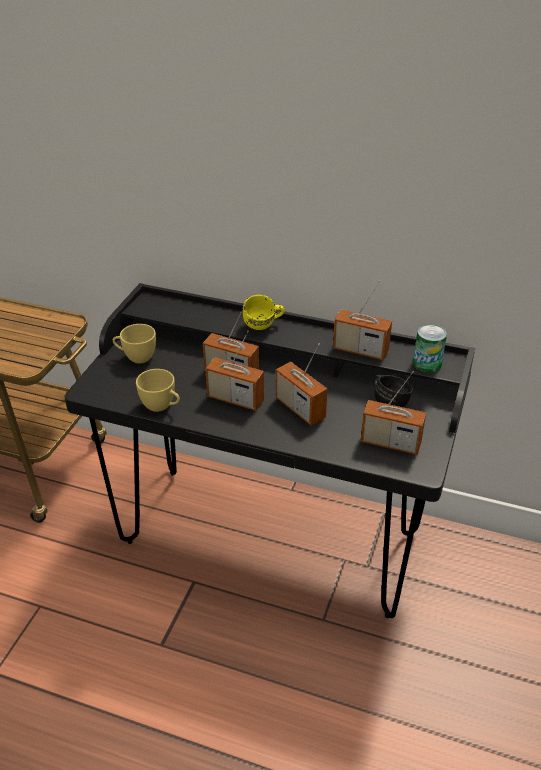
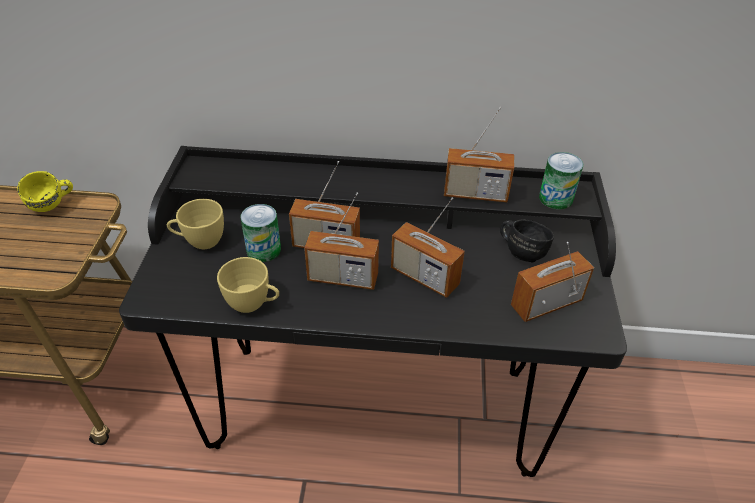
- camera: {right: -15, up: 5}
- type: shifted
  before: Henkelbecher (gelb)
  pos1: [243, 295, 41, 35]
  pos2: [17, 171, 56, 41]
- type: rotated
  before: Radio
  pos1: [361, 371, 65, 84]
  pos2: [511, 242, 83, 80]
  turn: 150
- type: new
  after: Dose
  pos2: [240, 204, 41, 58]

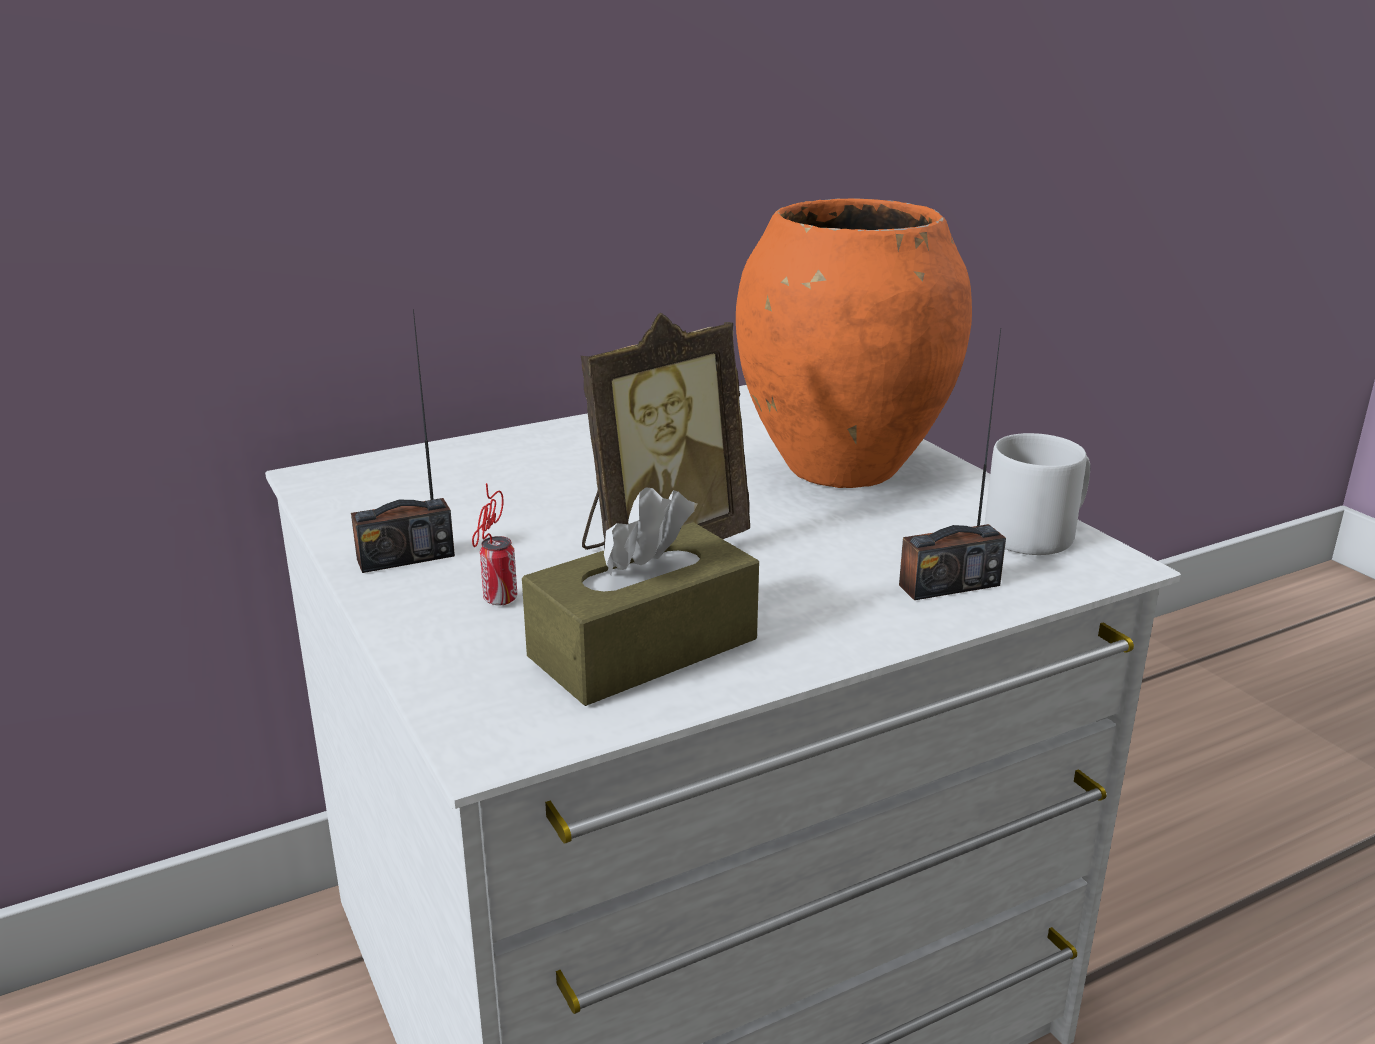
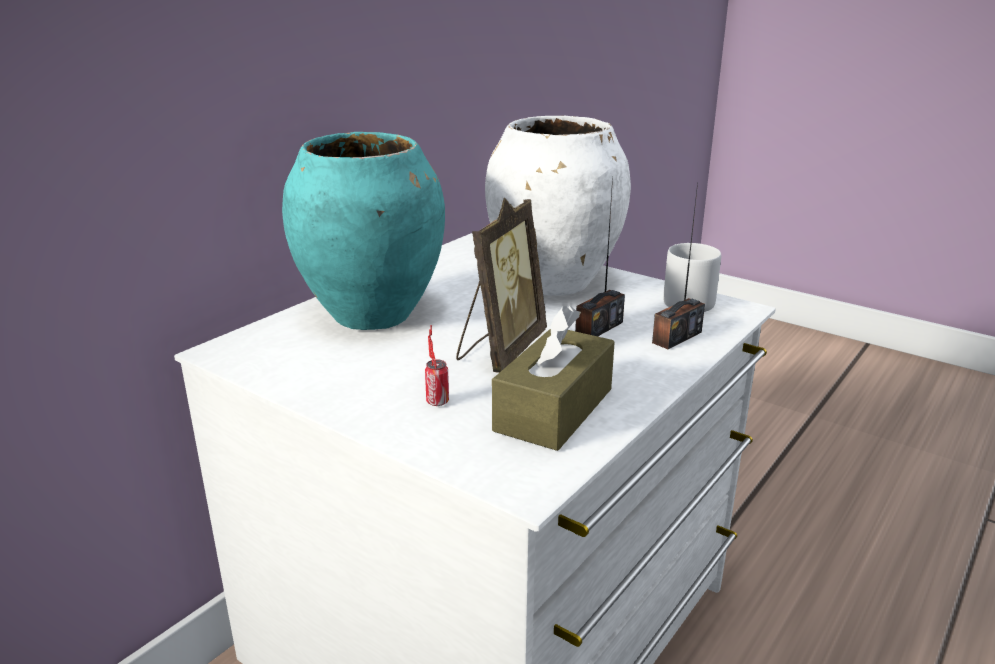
- camera: {right: -25, up: 0}
- type: shifted
  before: Radio
  pos1: [351, 309, 104, 264]
  pos2: [575, 176, 50, 160]
- type: repainted
  before: Vase (orange)
  after: Vase (weiß)
  pos1: [736, 198, 236, 290]
  pos2: [485, 116, 146, 180]
- type: new
  after: Vase (türkis)
  pos2: [282, 132, 163, 198]

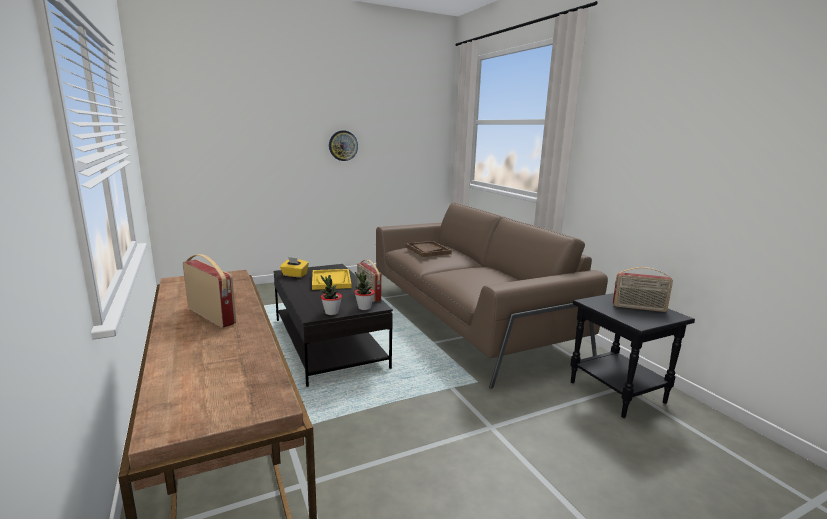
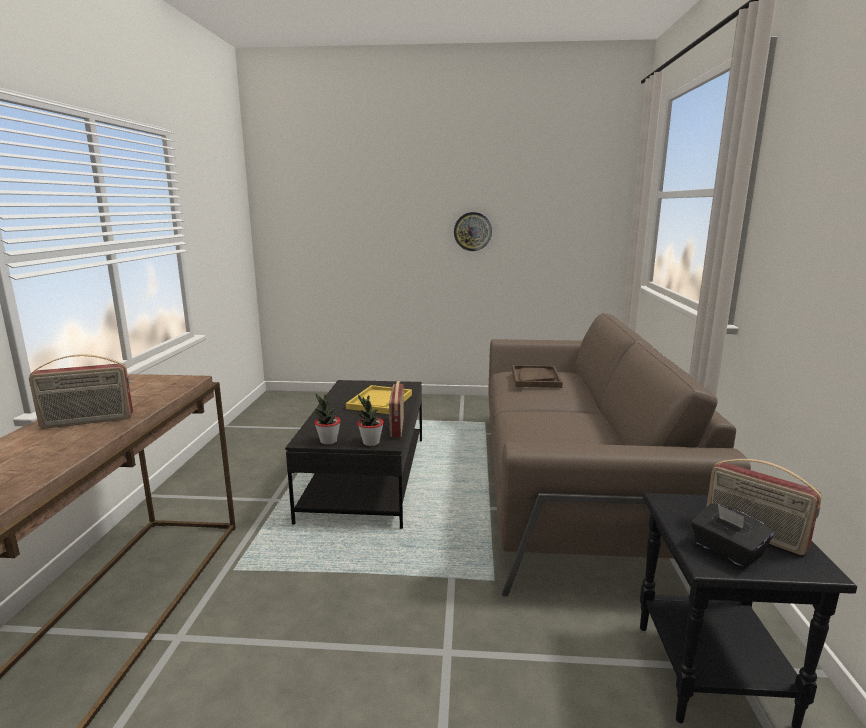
- camera: {right: 30, up: 0}
- type: rotated
  before: Radio
  pos1: [183, 254, 53, 74]
  pos2: [29, 354, 104, 75]
  turn: 90
- type: gone
  before: Taschentuchbox (gelb)
  pos1: [280, 257, 29, 21]
- type: new
  after: Taschentuchbox (schwarz)
  pos2: [691, 503, 83, 65]

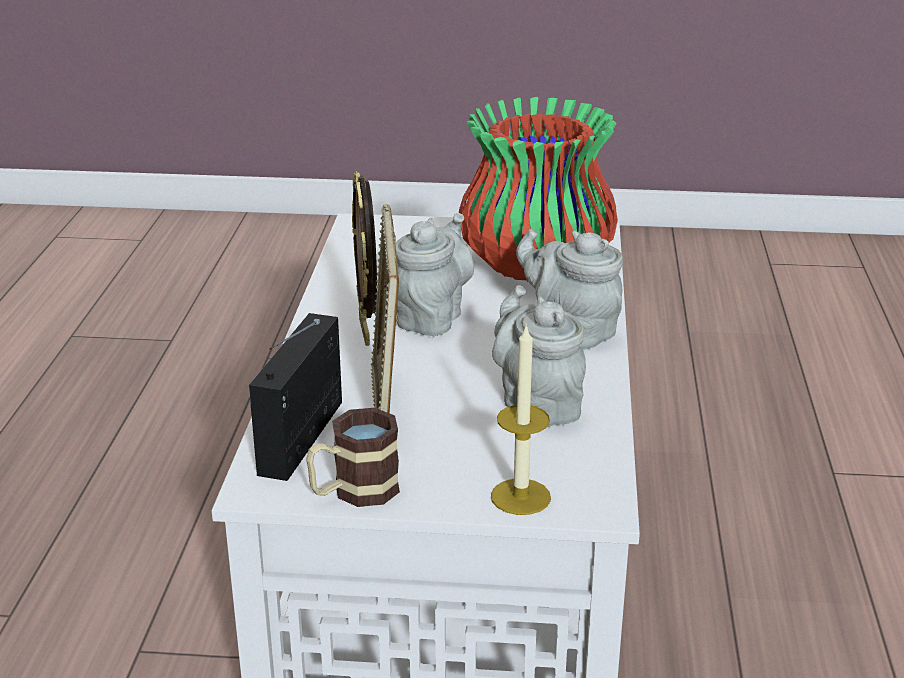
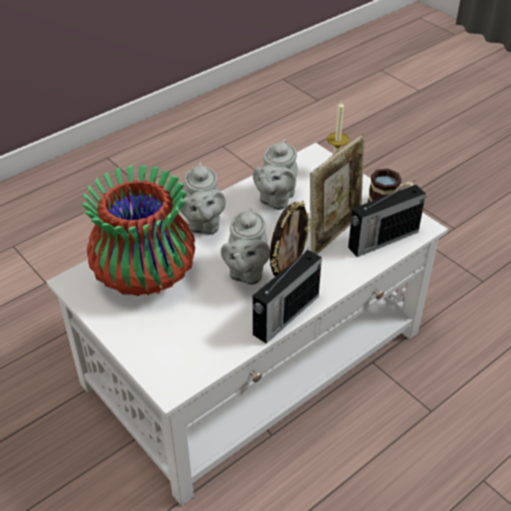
- camera: {right: -135, up: 15}
- type: rotated
  before: Teekanne (grau)
  pos1: [396, 213, 78, 123]
  pos2: [221, 207, 49, 78]
  turn: -60
- type: new
  after: Radio
  pos2: [253, 248, 69, 96]

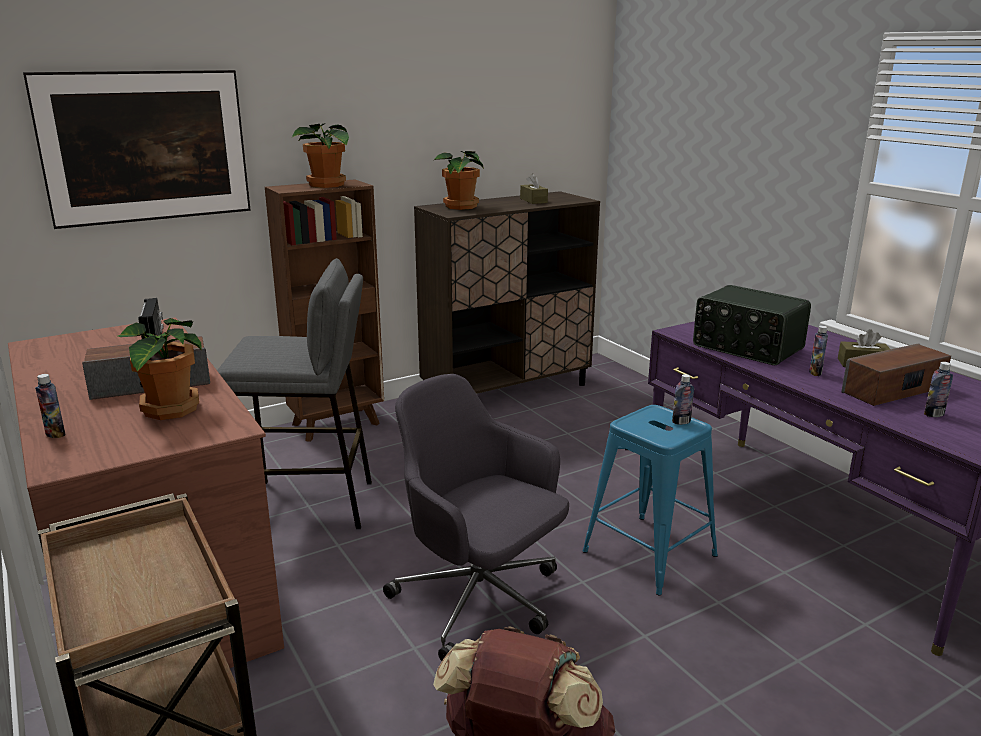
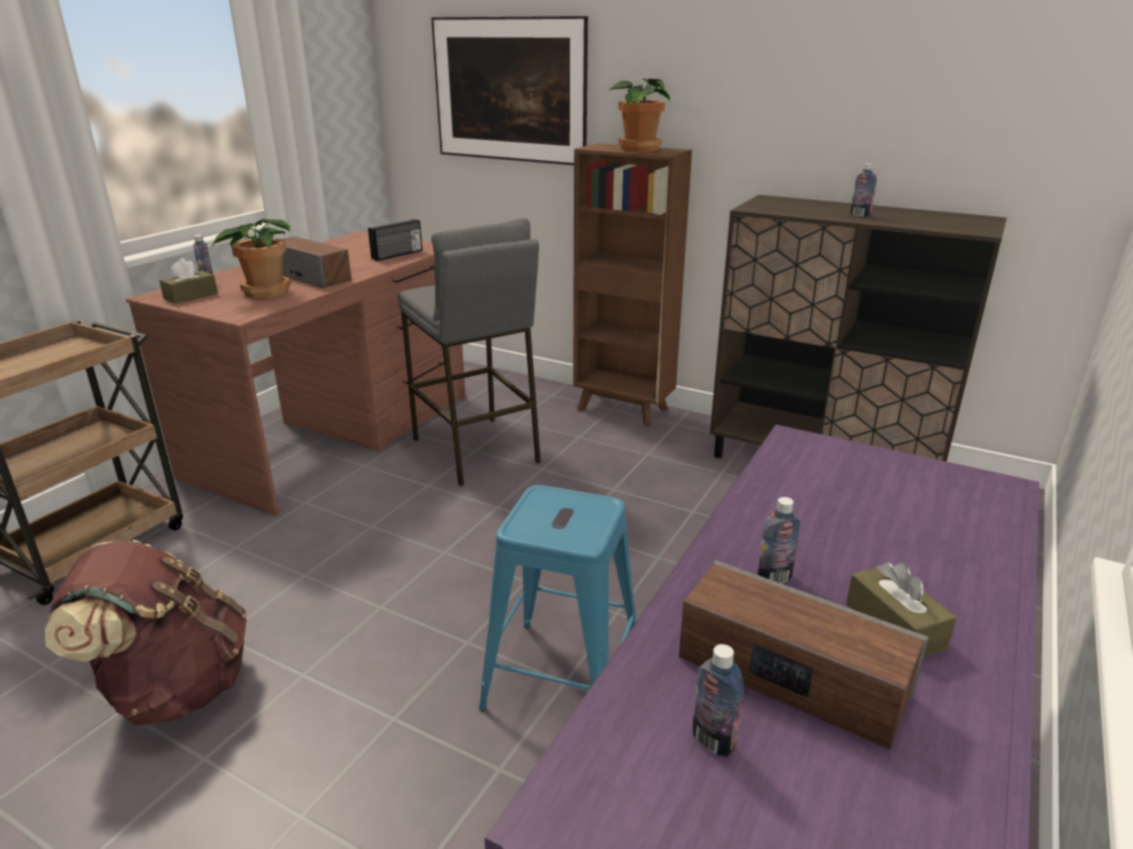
- camera: {right: 60, up: 5}
- type: gone
  before: Bürostuhl (grau)
  pos1: [383, 374, 186, 287]
- type: gone
  before: Topfpflanze
  pos1: [433, 151, 51, 59]
- type: shifted
  before: Taschentuchbox (braun)
  pos1: [520, 173, 28, 31]
  pos2: [159, 258, 59, 46]
- type: shifted
  before: Flasche
  pos1: [672, 374, 22, 51]
  pos2: [850, 163, 27, 54]
- type: gone
  before: Radio
  pos1: [693, 285, 118, 80]

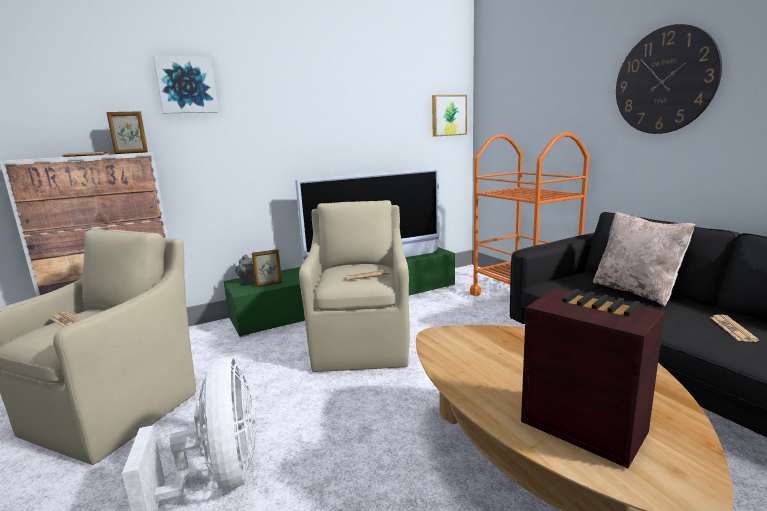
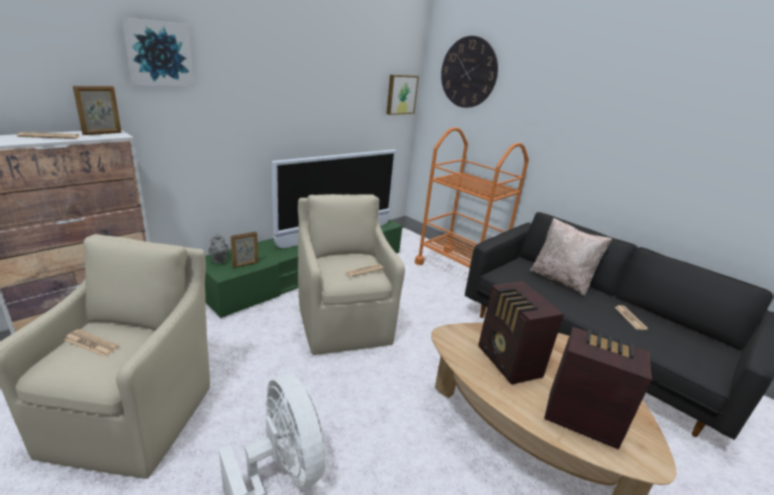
- camera: {right: -20, up: 10}
- type: shifted
  before: Wanduhr
  pos1: [616, 24, 106, 110]
  pos2: [441, 36, 57, 72]
- type: new
  after: Radio
  pos2: [478, 281, 86, 104]

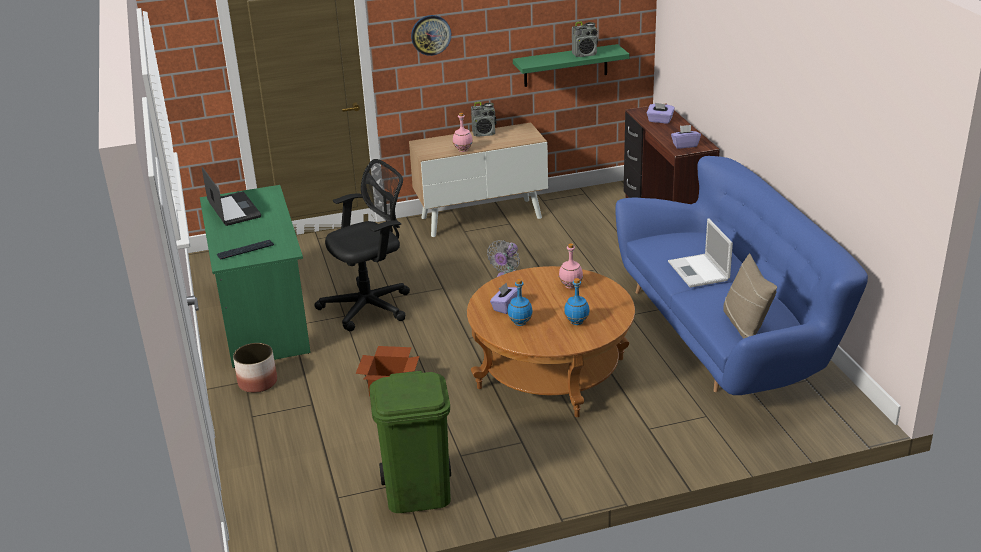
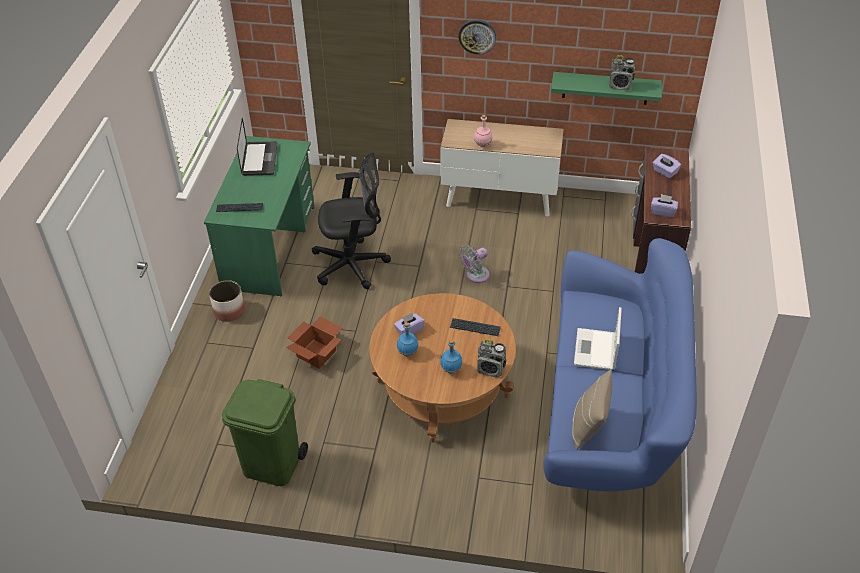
- camera: {right: 25, up: 15}
- type: shifted
  before: Radio
  pos1: [471, 102, 25, 35]
  pos2: [477, 339, 29, 39]
- type: swapped
  before: Flasche (rosa)
  after: Tastatur
  pos1: [559, 243, 24, 46]
  pos2: [450, 318, 51, 18]

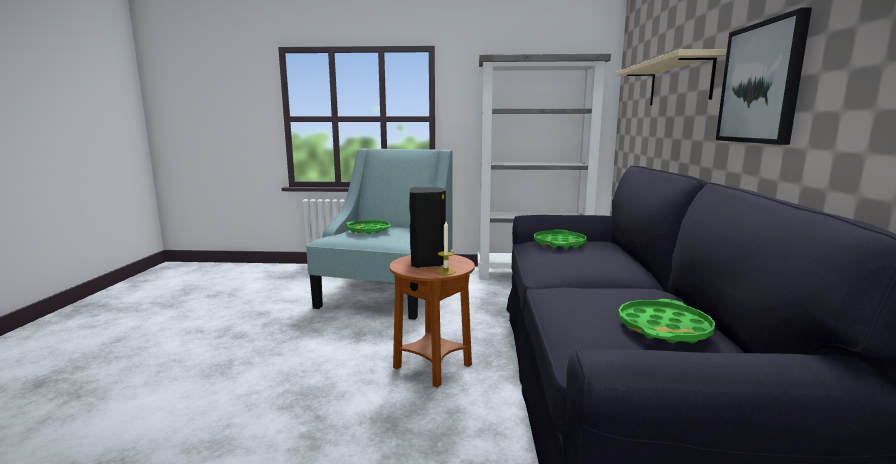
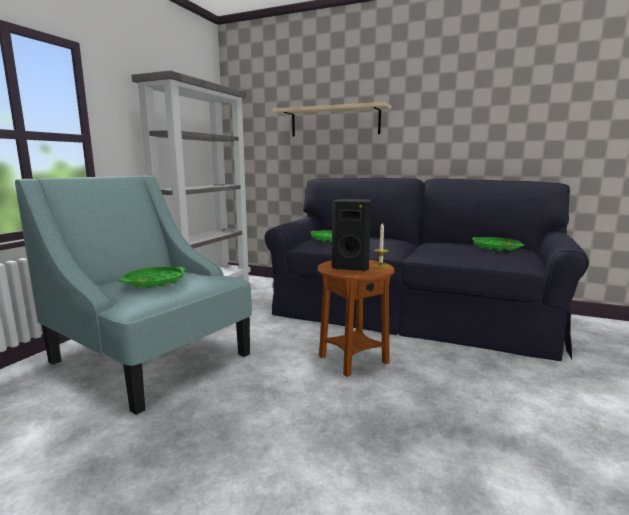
- camera: {right: -70, up: 0}
- type: gone
  before: Bild
  pos1: [716, 7, 96, 138]

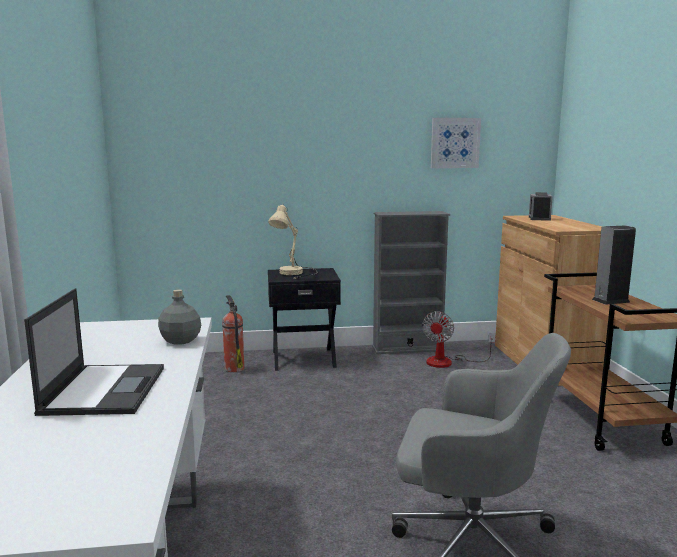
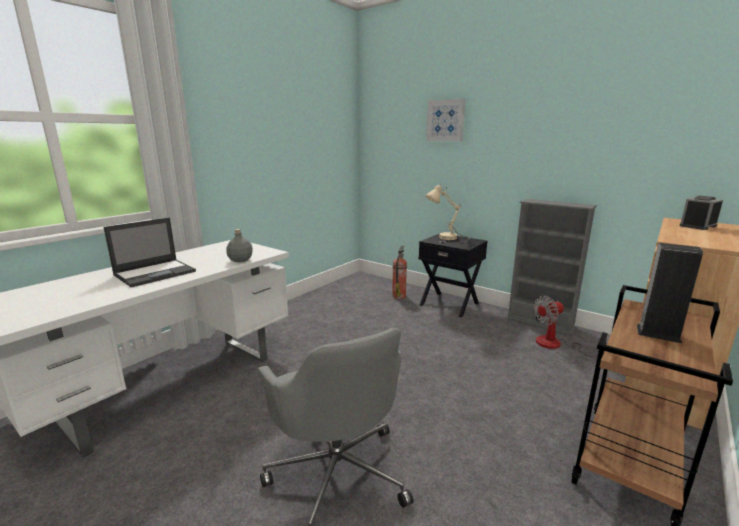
- camera: {right: 45, up: 5}
- type: shifted
  before: Bild
  pos1: [431, 118, 50, 50]
  pos2: [426, 98, 39, 43]

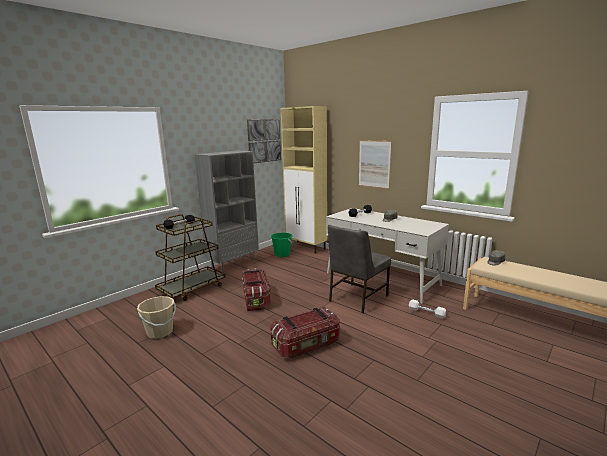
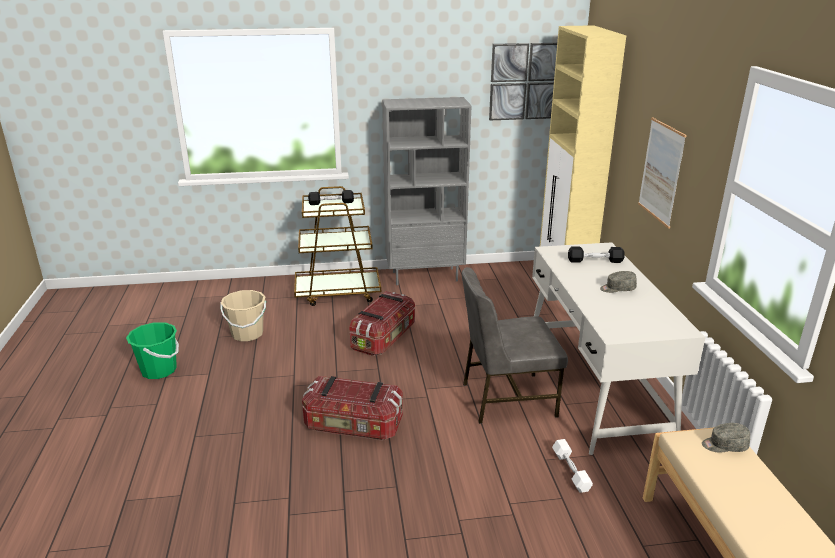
- camera: {right: 40, up: 10}
- type: shifted
  before: Eimer (grün)
  pos1: [271, 233, 22, 24]
  pos2: [126, 322, 53, 57]

